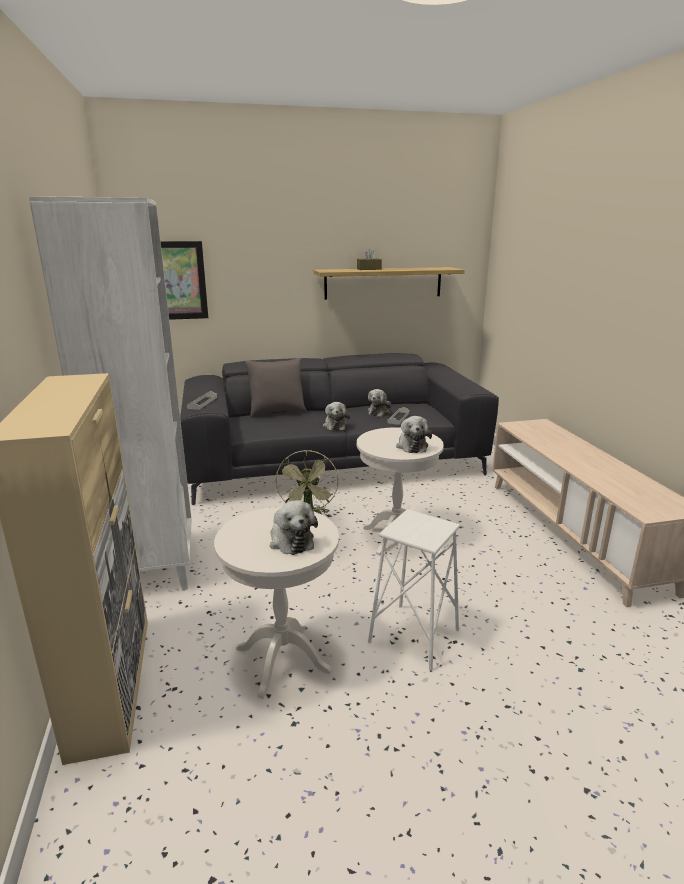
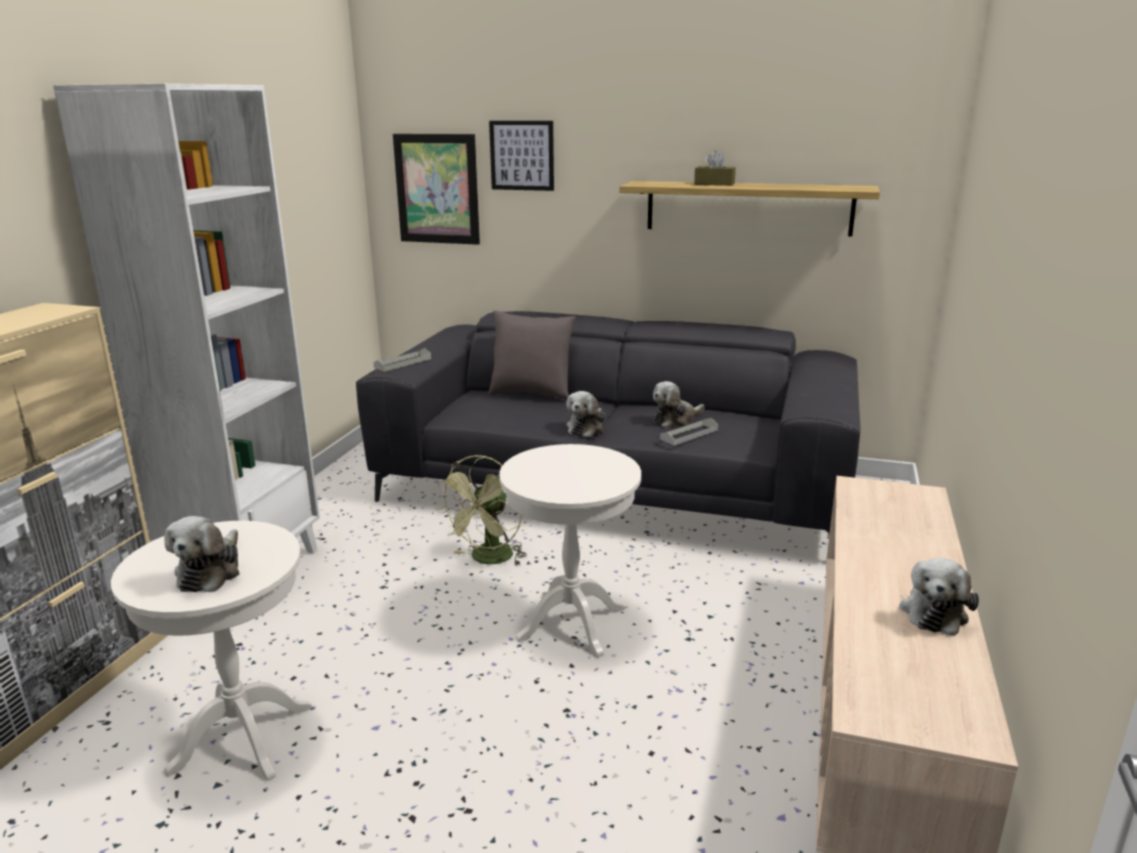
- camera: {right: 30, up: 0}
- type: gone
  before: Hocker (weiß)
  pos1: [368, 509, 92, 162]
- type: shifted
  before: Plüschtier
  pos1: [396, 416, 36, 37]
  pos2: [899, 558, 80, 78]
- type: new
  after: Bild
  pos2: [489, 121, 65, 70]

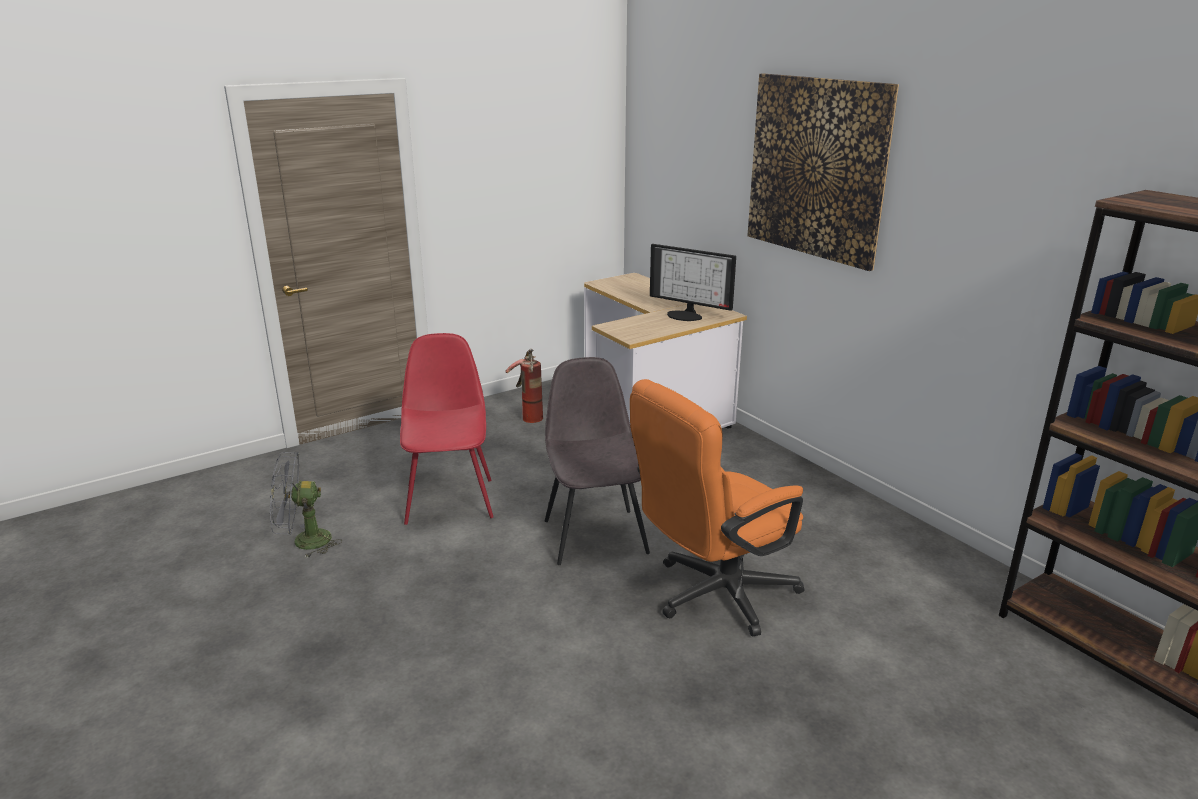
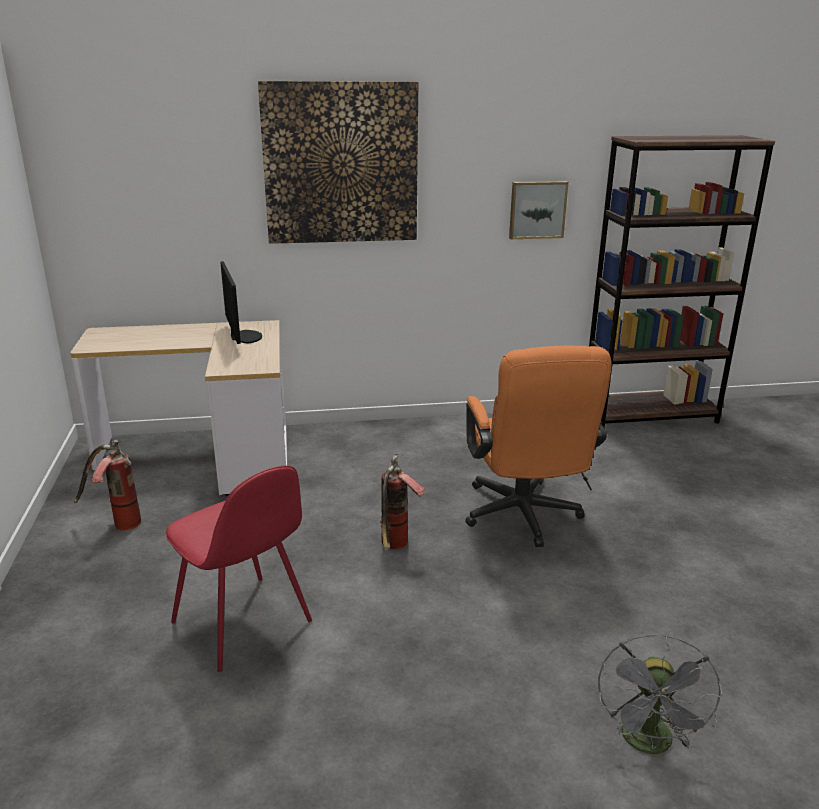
- camera: {right: -65, up: 0}
- type: shifted
  before: Ventilator (grau)
  pos1: [270, 452, 72, 106]
  pos2: [598, 634, 125, 120]
- type: rotated
  before: Stuhl (rot)
  pos1: [400, 333, 93, 192]
  pos2: [165, 466, 147, 206]
  turn: -150
- type: swapped
  before: Stuhl (grau)
  after: Feuerlöscher
  pos1: [545, 357, 105, 208]
  pos2: [380, 454, 45, 97]
- type: rotated
  before: Monitor
  pos1: [650, 244, 86, 77]
  pos2: [220, 261, 42, 83]
  turn: -75
- type: new
  after: Bild
  pos2: [509, 181, 60, 58]

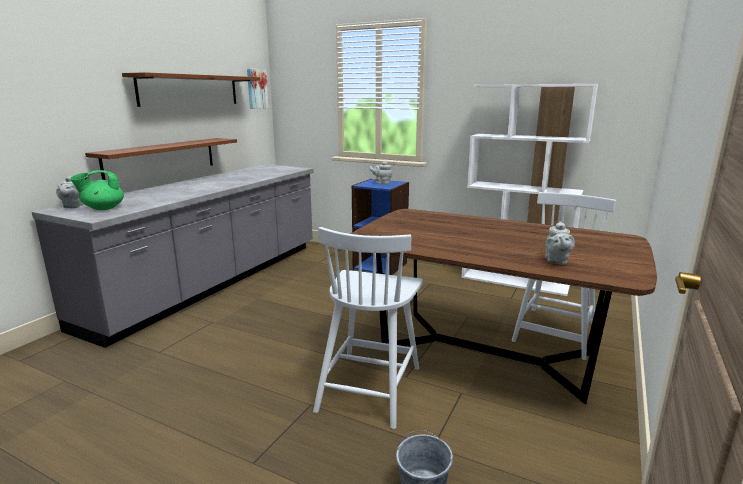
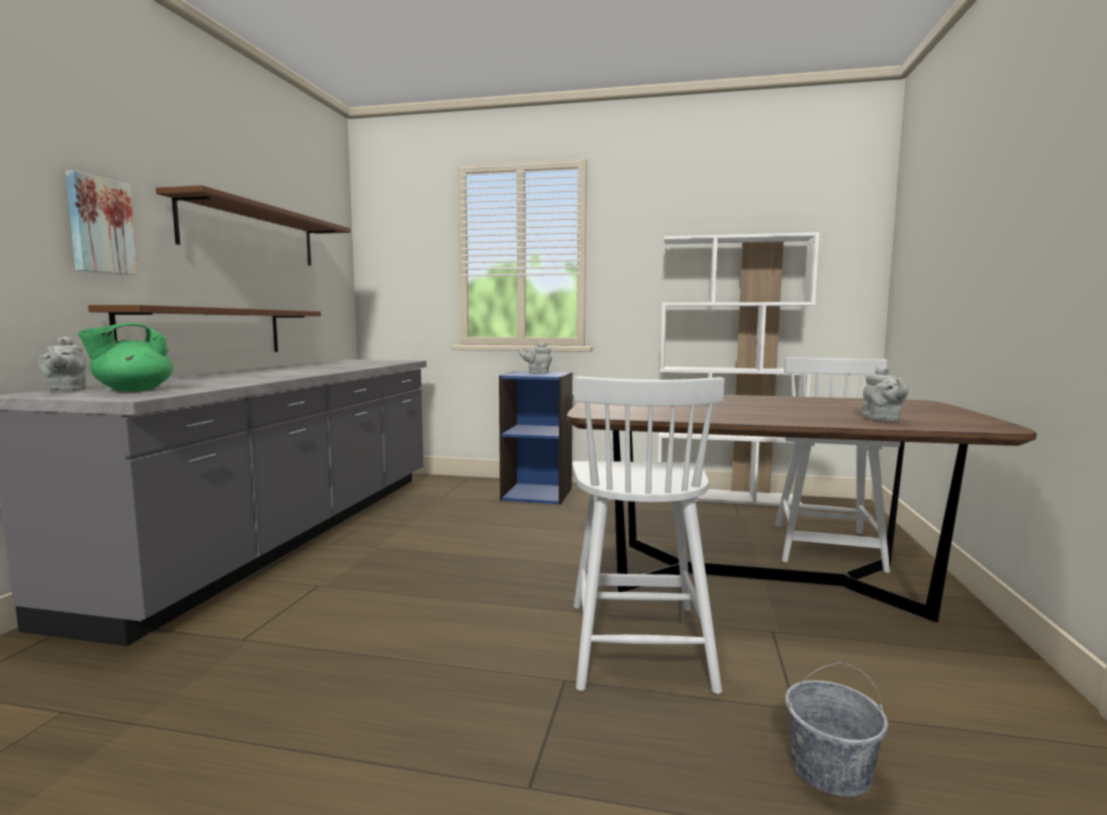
- camera: {right: -15, up: -10}
- type: shifted
  before: Bild
  pos1: [247, 68, 22, 41]
  pos2: [65, 170, 73, 105]

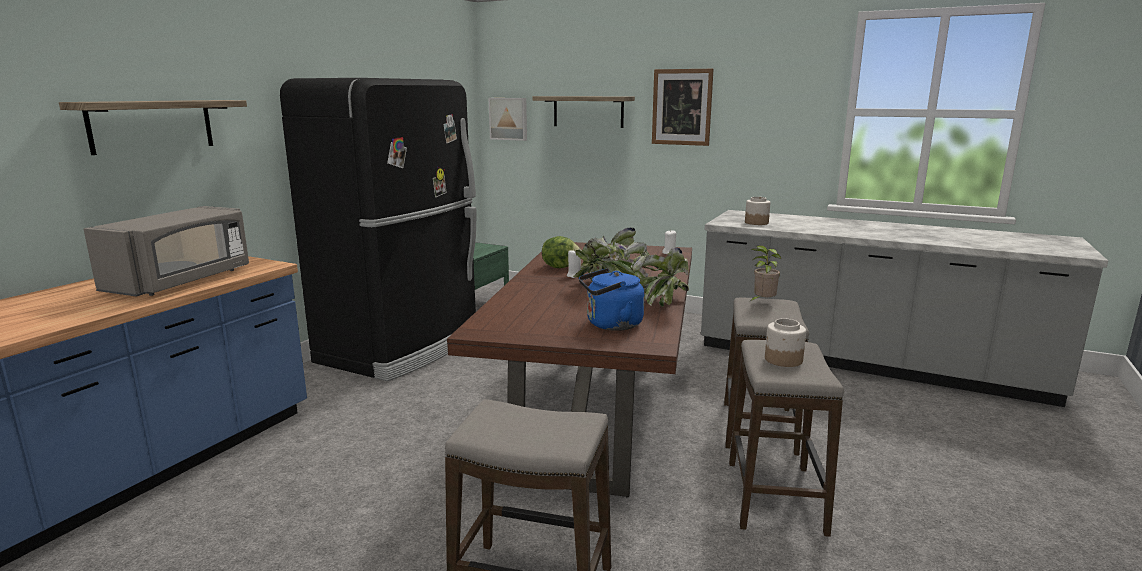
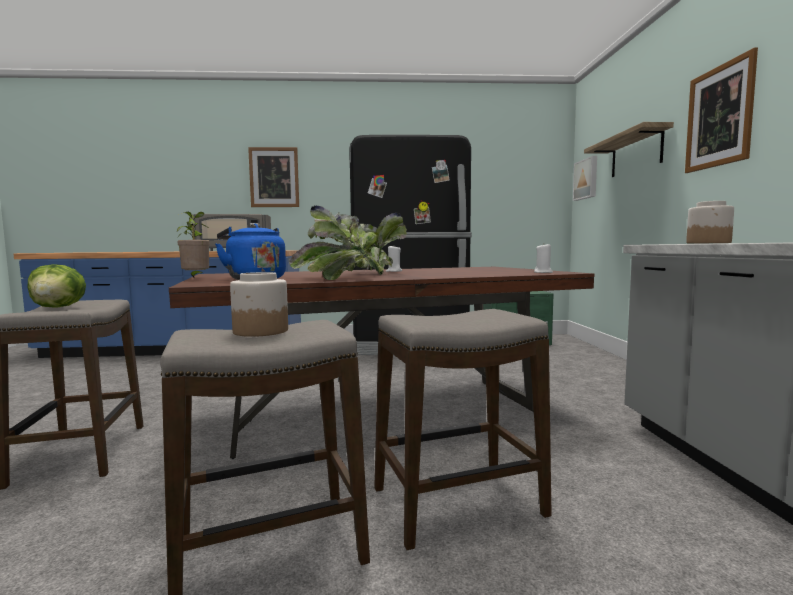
- camera: {right: 60, up: -10}
- type: swapped
  before: Wandregal
  after: Bild
  pos1: [59, 100, 188, 55]
  pos2: [248, 147, 51, 60]
- type: shifted
  before: Salatkopf
  pos1: [542, 236, 39, 32]
  pos2: [28, 264, 58, 44]
- type: shifted
  before: Topfpflanze
  pos1: [750, 245, 31, 56]
  pos2: [177, 212, 33, 65]

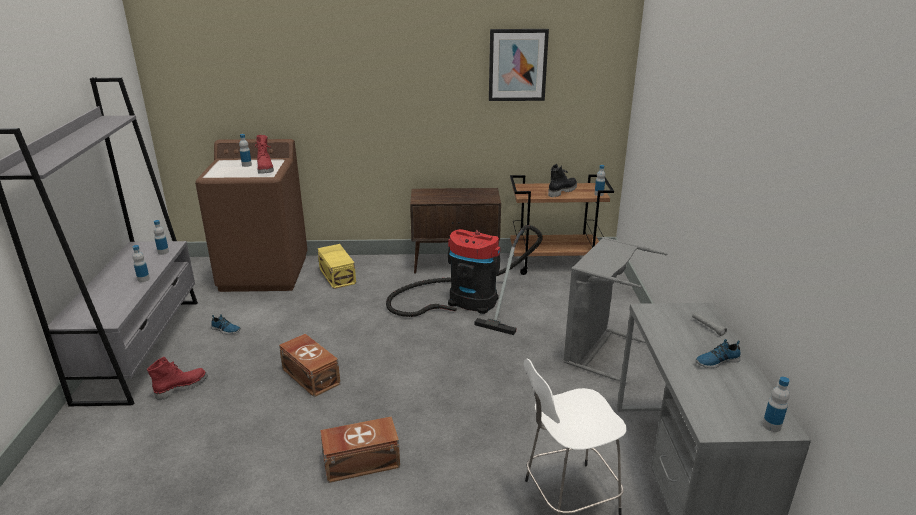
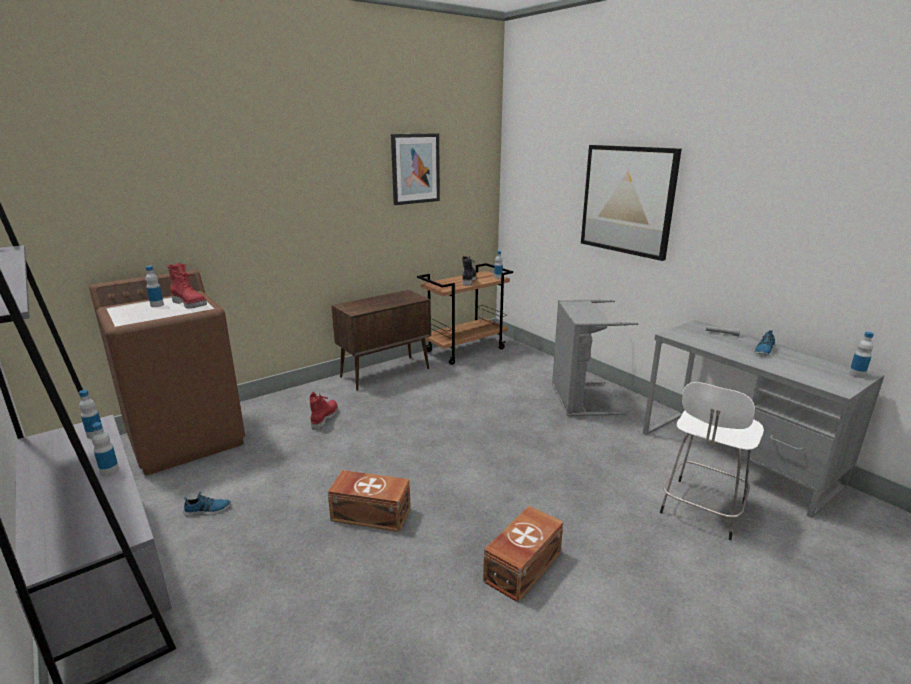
- camera: {right: -35, up: -5}
- type: shifted
  before: Stiefel (rot)
  pos1: [147, 357, 60, 43]
  pos2: [309, 392, 29, 38]
- type: gone
  before: Aufbewahrungsbox (gelb)
  pos1: [317, 244, 39, 45]
- type: gone
  before: Staubsauger
  pos1: [386, 225, 157, 110]
- type: new
  after: Bild
  pos2: [581, 145, 101, 116]

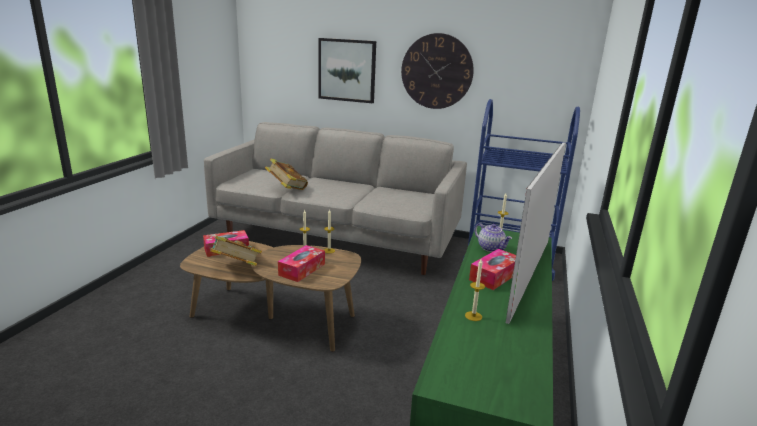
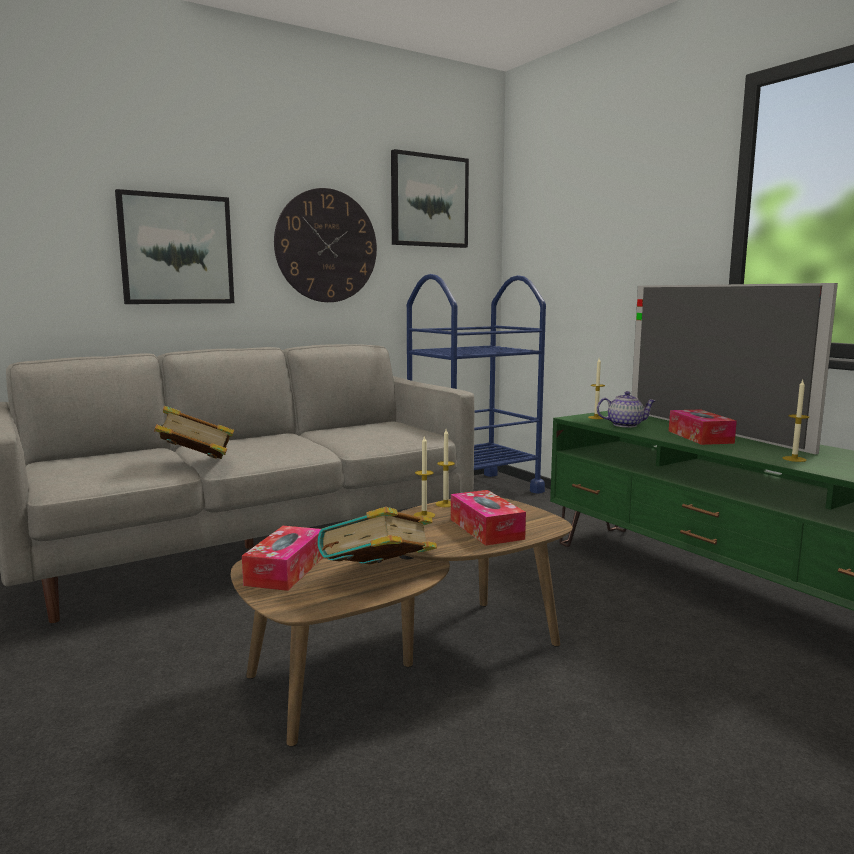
- camera: {right: -50, up: -10}
- type: new
  after: Bild
  pos2: [391, 149, 78, 99]

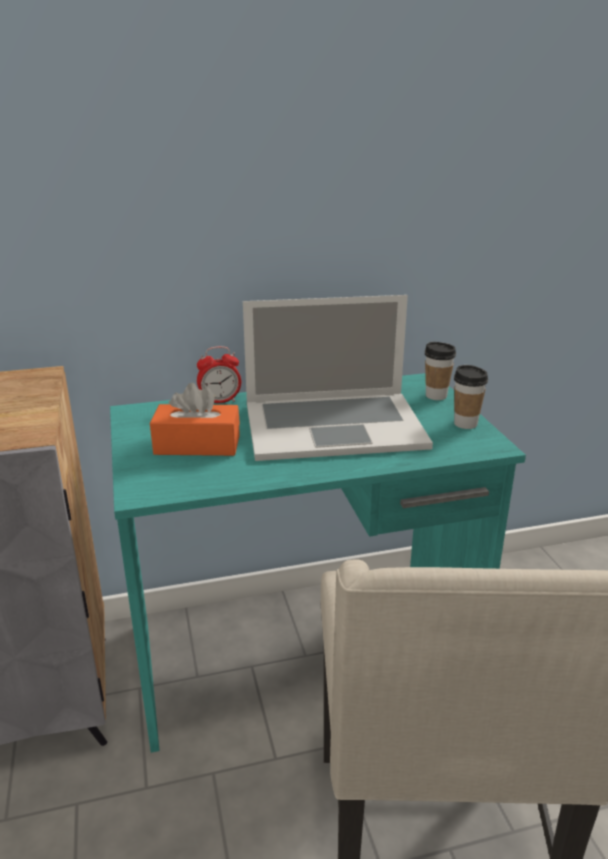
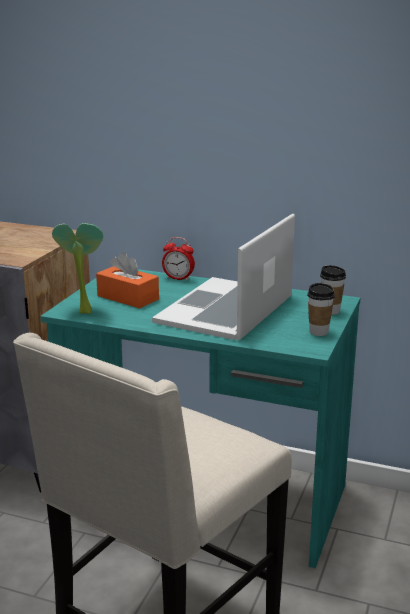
- camera: {right: 35, up: -5}
- type: rotated
  before: Laptop
  pos1: [243, 295, 190, 166]
  pos2: [152, 214, 143, 127]
  turn: 90
- type: new
  after: Topfpflanze
  pos2: [52, 223, 51, 91]

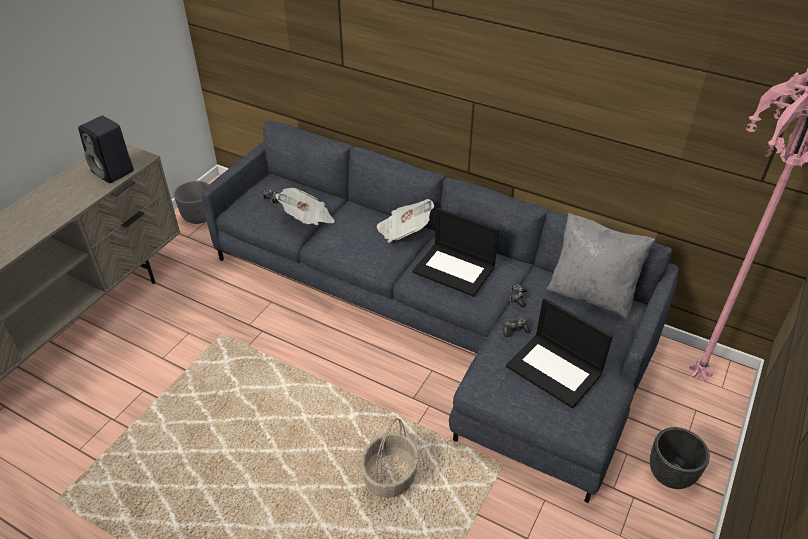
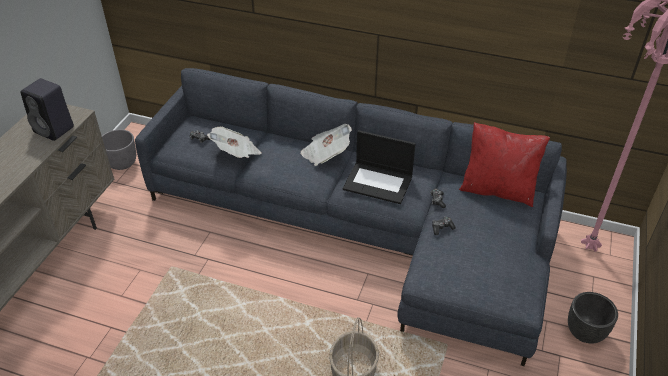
- camera: {right: -10, up: 0}
- type: gone
  before: Laptop
  pos1: [506, 298, 107, 110]
- type: repainted
  before: Kissen (grau)
  after: Kissen (rot)
  pos1: [546, 213, 109, 106]
  pos2: [459, 122, 91, 85]

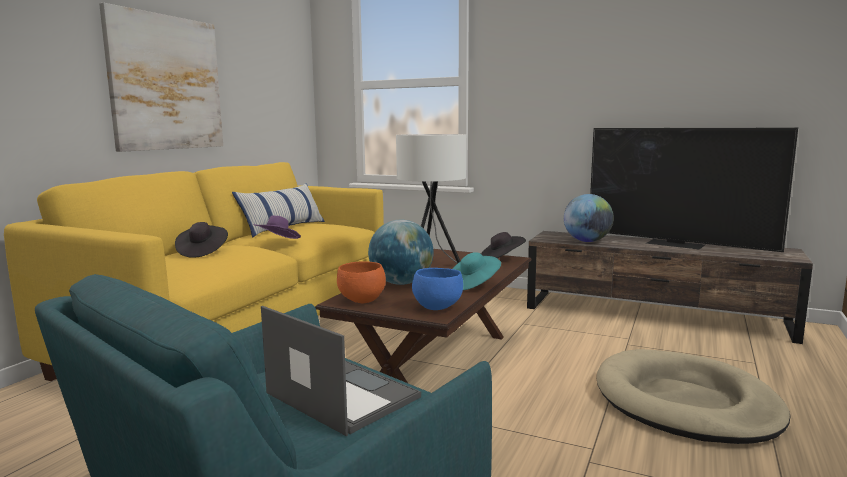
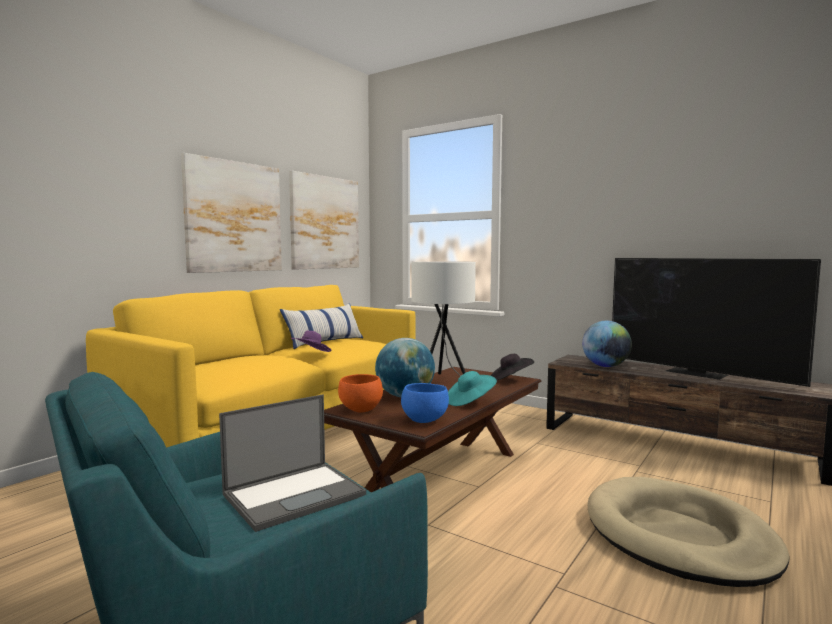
- camera: {right: 10, up: -5}
- type: gone
  before: Hut (schwarz)
  pos1: [175, 222, 53, 36]
- type: rotated
  before: Laptop
  pos1: [261, 306, 160, 130]
  pos2: [219, 395, 147, 137]
  turn: 90
- type: new
  after: Bild
  pos2: [289, 171, 70, 99]

